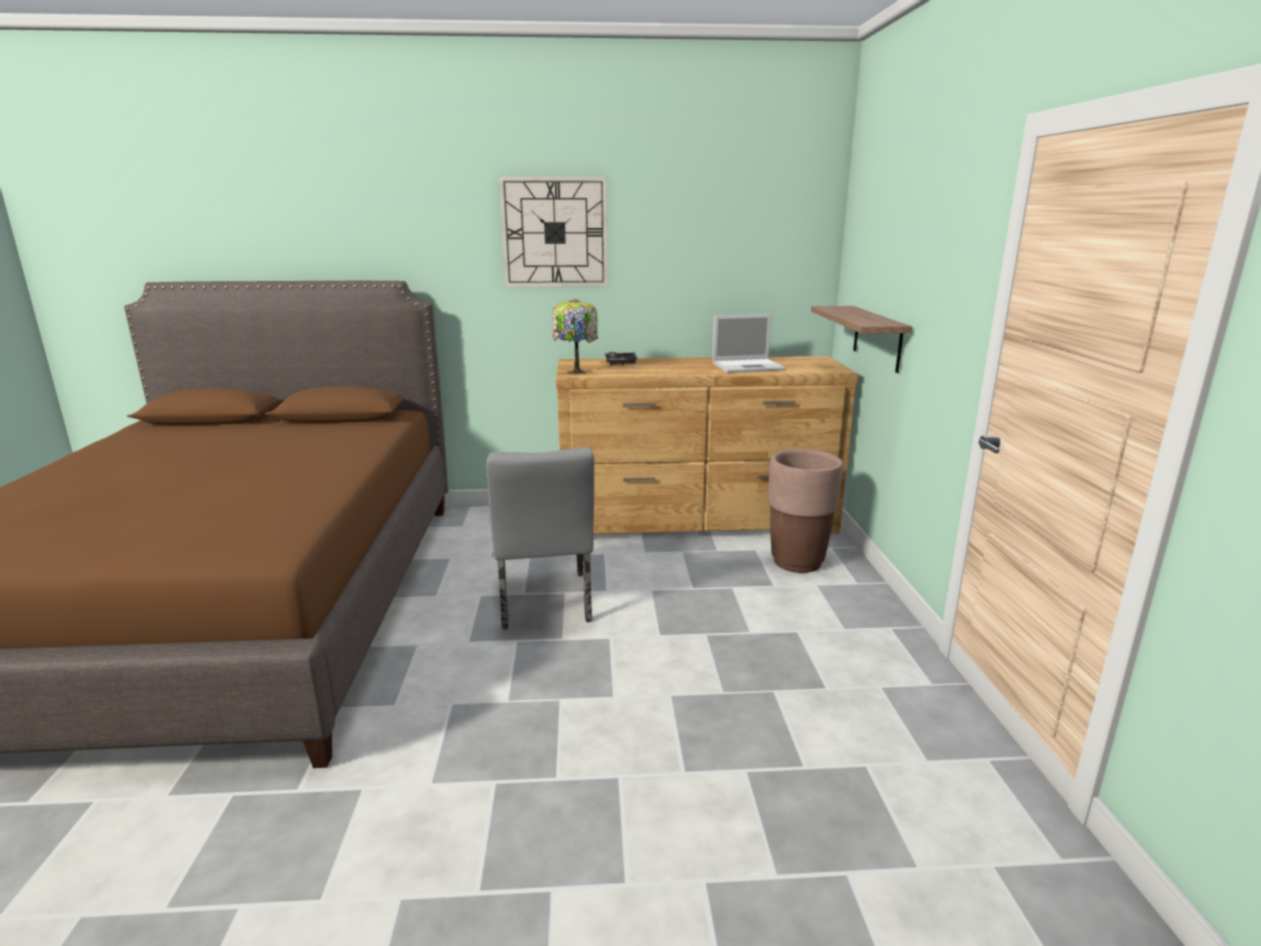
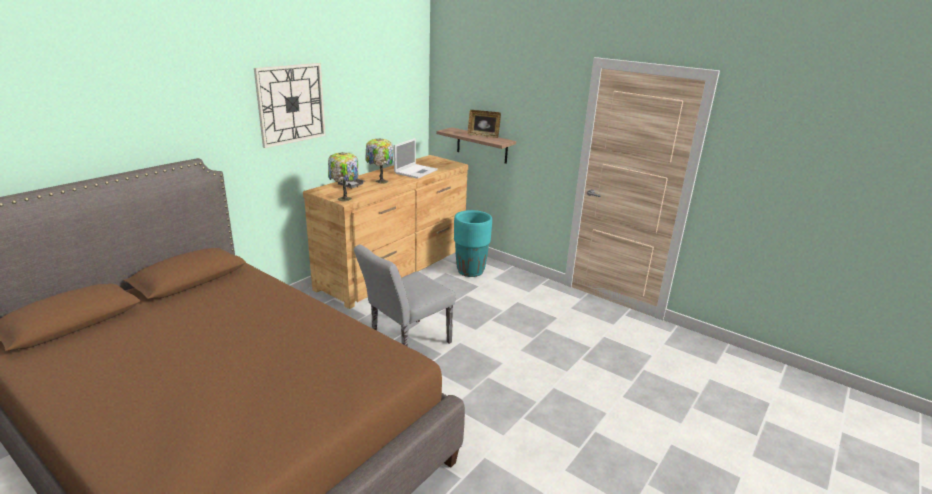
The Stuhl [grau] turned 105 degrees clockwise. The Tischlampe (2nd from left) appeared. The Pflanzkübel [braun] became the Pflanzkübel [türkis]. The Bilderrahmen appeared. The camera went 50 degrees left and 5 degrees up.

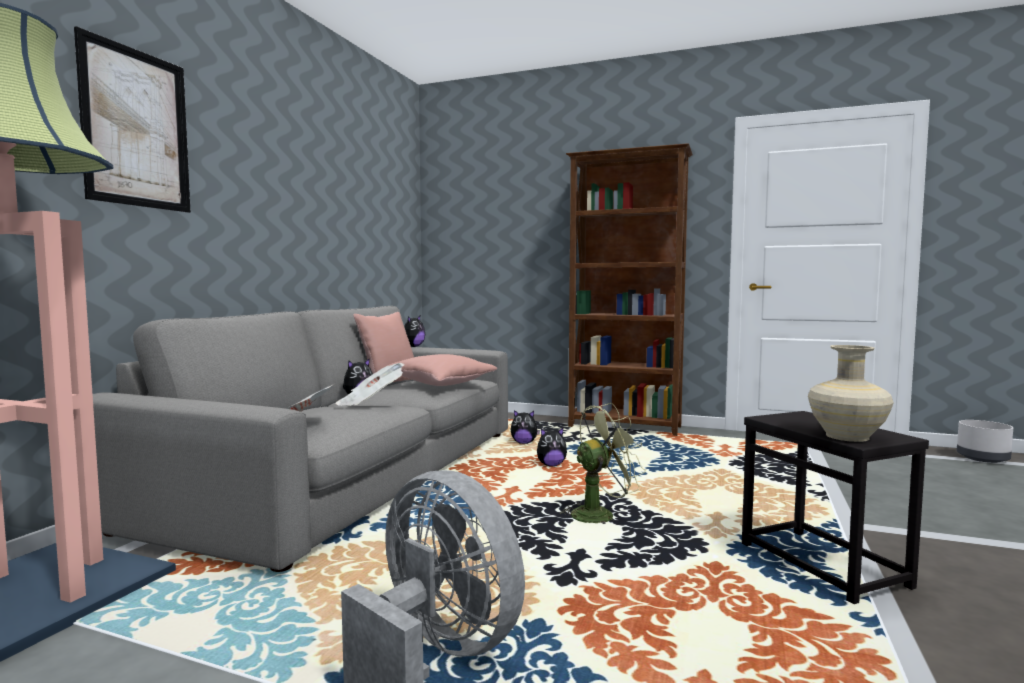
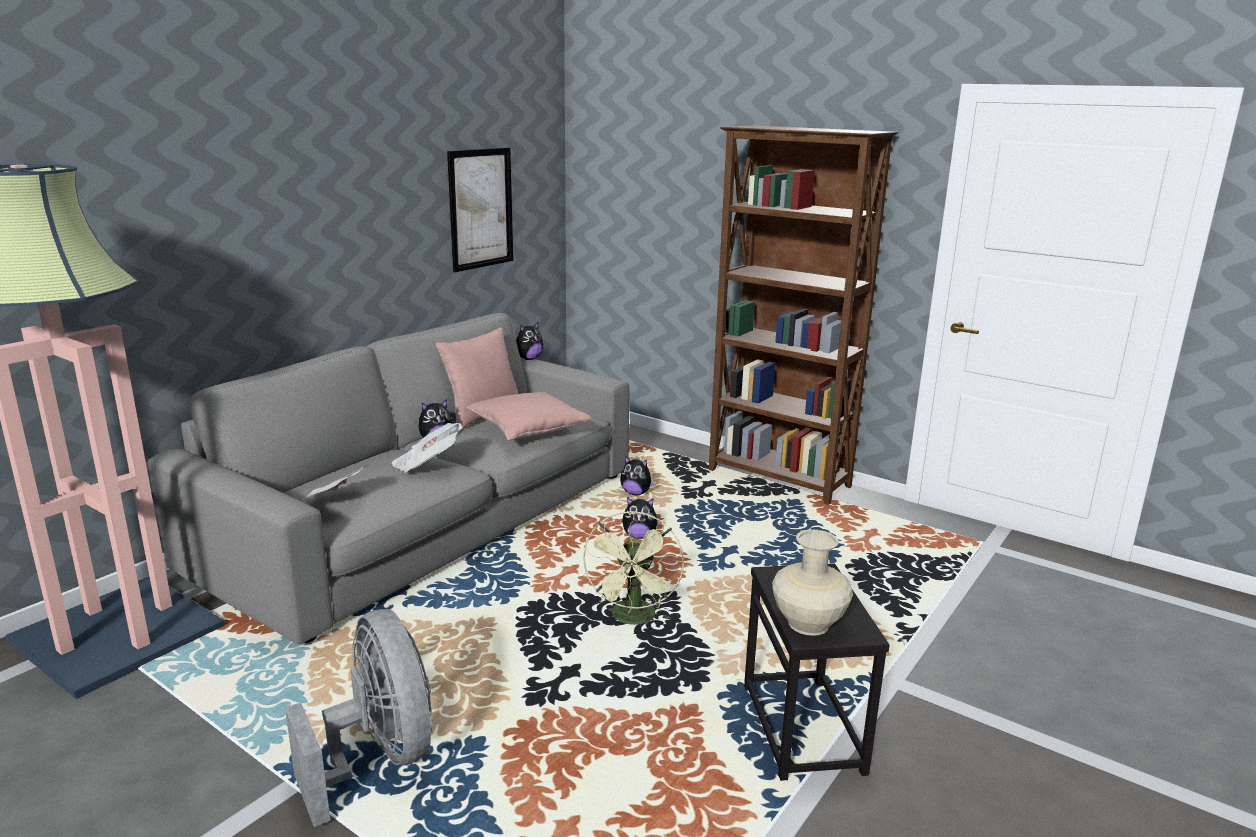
The Bild moved. The Ventilator [grün] turned 105 degrees clockwise. The Pflanzkübel [grau] disappeared. The camera went 15 degrees right and 15 degrees up.

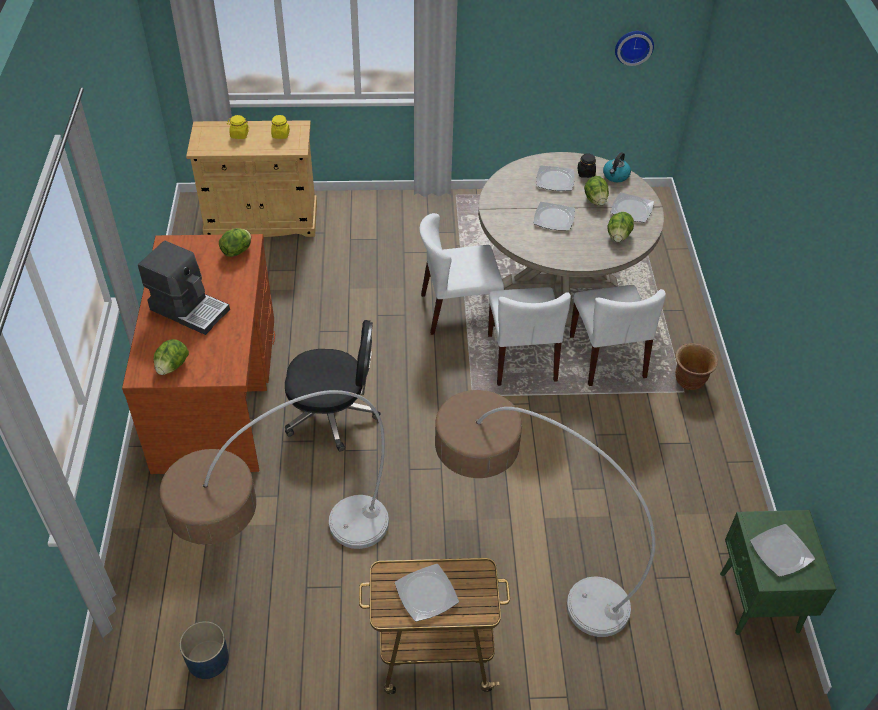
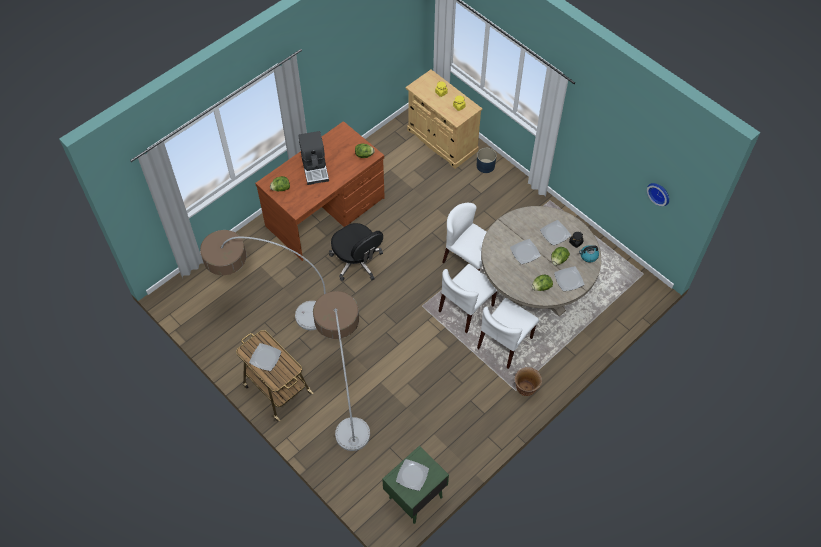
The Pflanzkübel [blau] moved. The camera went 50 degrees right and 10 degrees up.

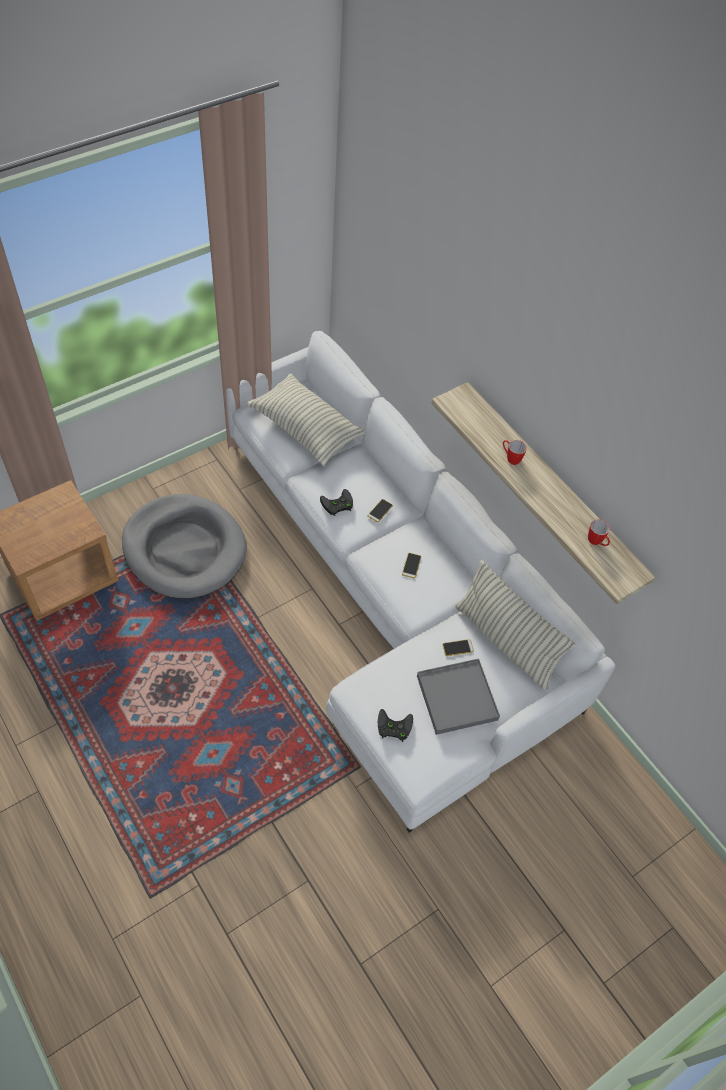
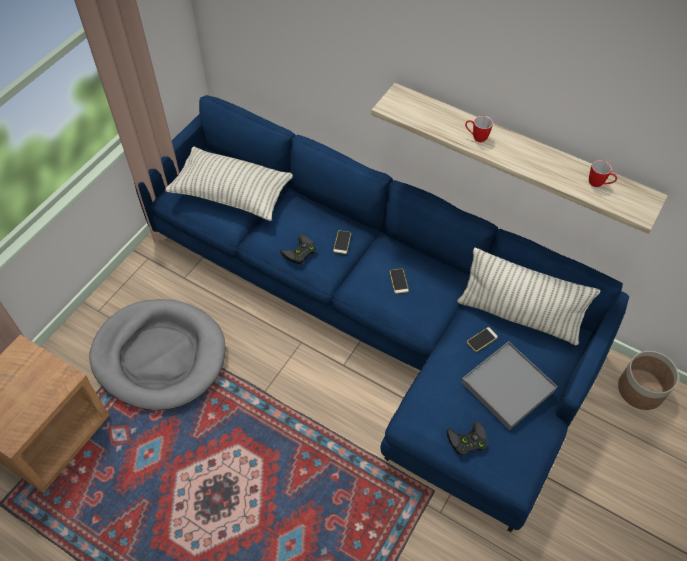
The Sofa [weiß] became the Sofa [blau]. The Pflanzkübel appeared. The camera went 20 degrees left and 0 degrees up.

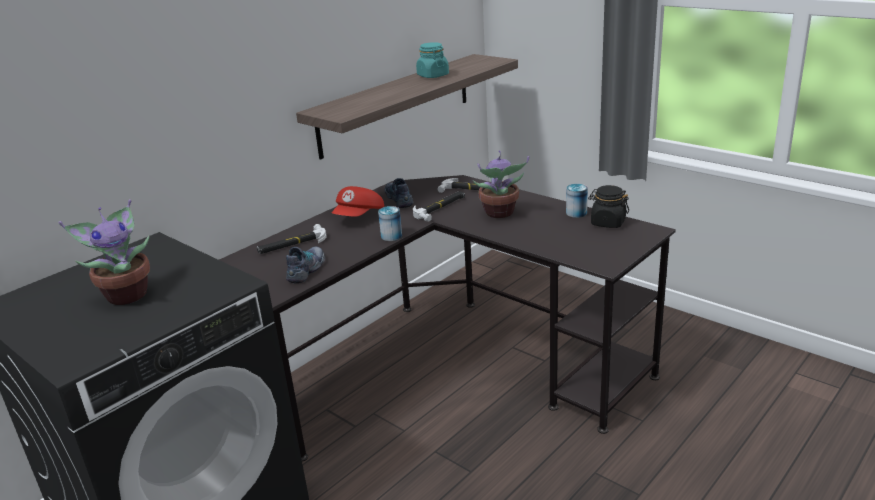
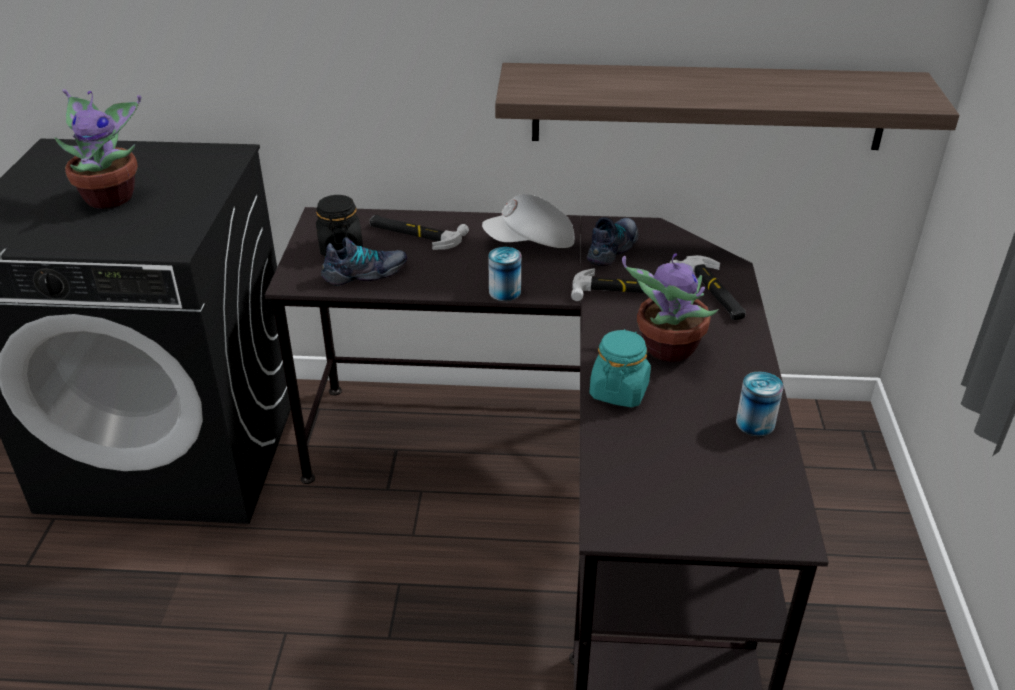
The Vorratsglas [schwarz] moved. The Kappe [rot] became the Kappe [weiß]. The Vorratsglas [türkis] moved. The camera went 50 degrees right and 10 degrees up.

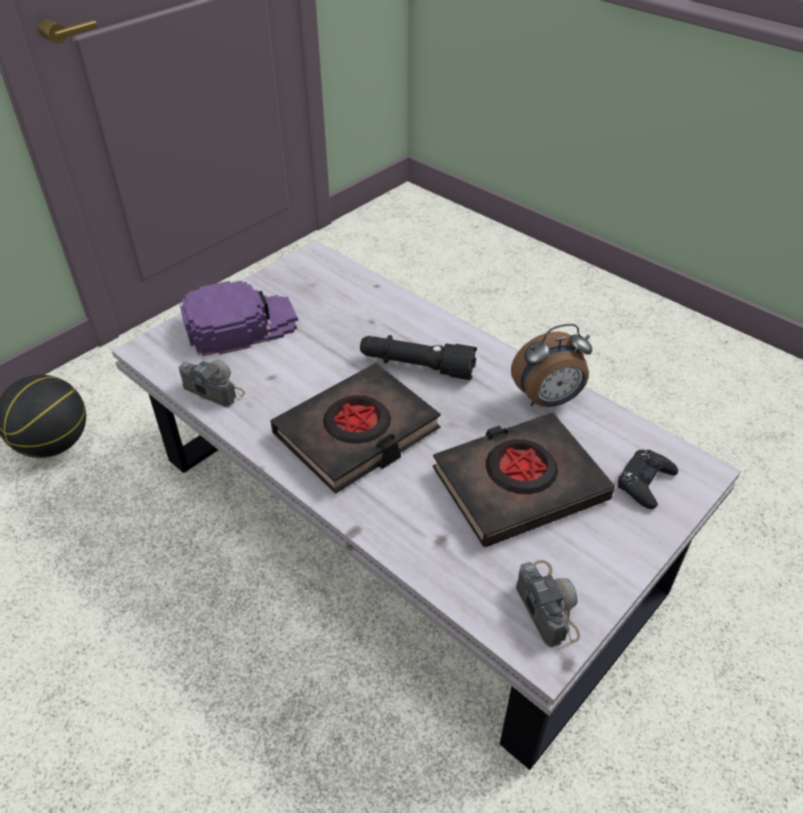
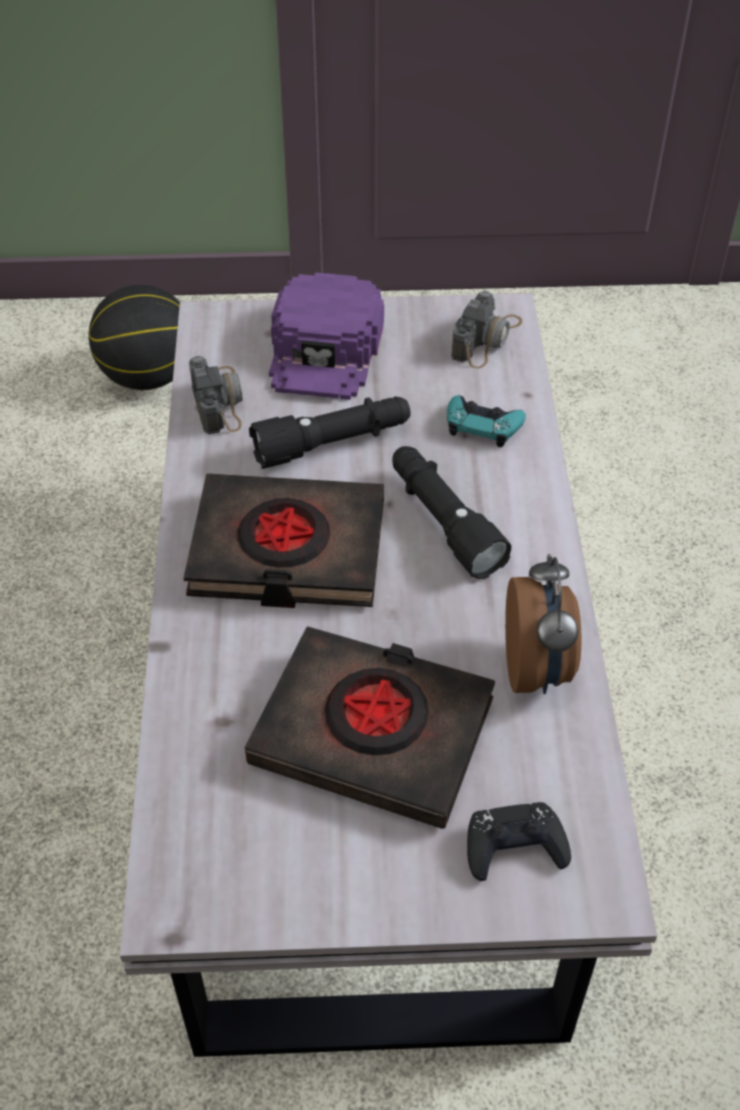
The Taschenlampe [schwarz] (1st from left) appeared. The Kappe [lila] turned 75 degrees clockwise. The Gamepad [türkis] appeared. The Kamera (2nd from left) moved. The Wecker turned 120 degrees counterclockwise. The camera went 45 degrees right and 5 degrees up.

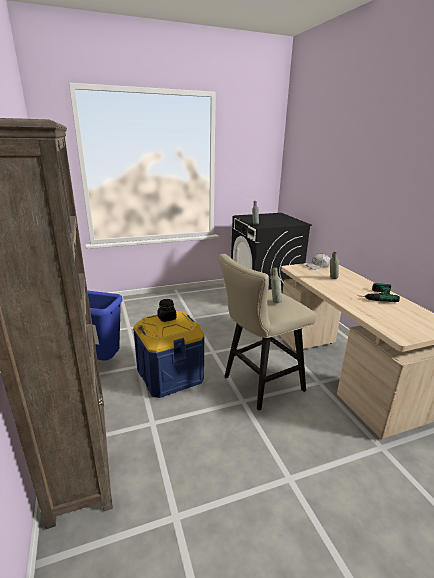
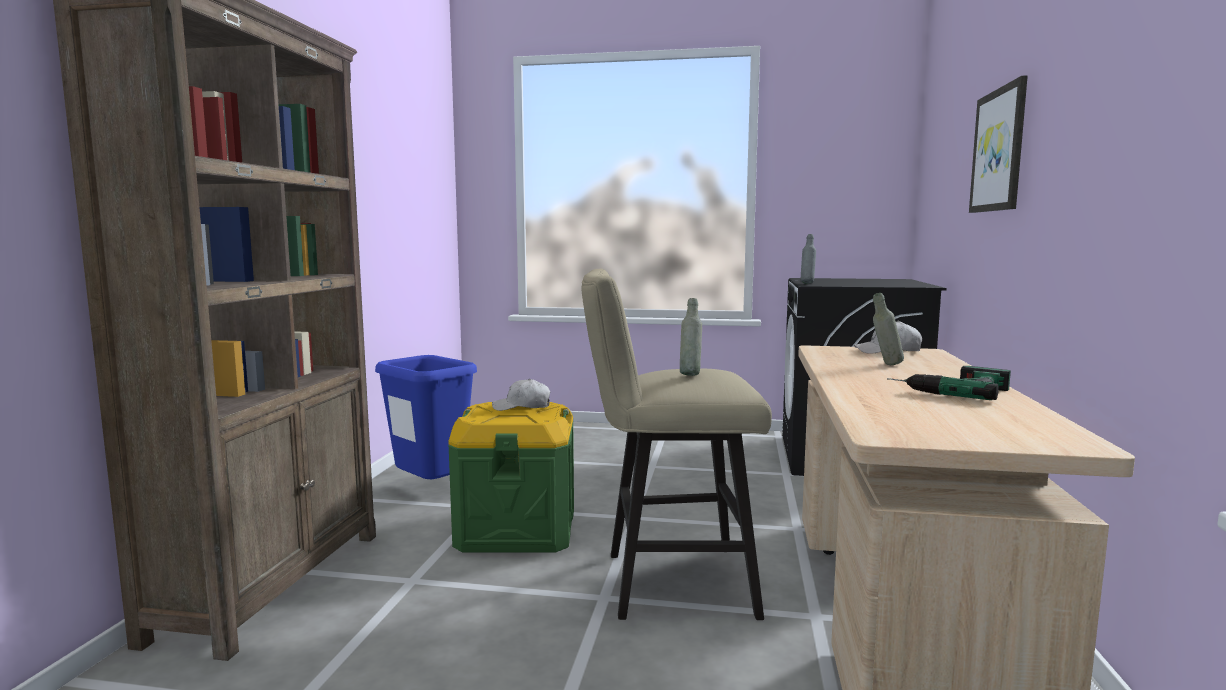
The Aufbewahrungsbox [blau] became the Aufbewahrungsbox [grün]. The Vorratsglas [schwarz] was replaced by the Kappe [weiß] (1st from left). The Bild appeared. The camera went 30 degrees right and 15 degrees down.

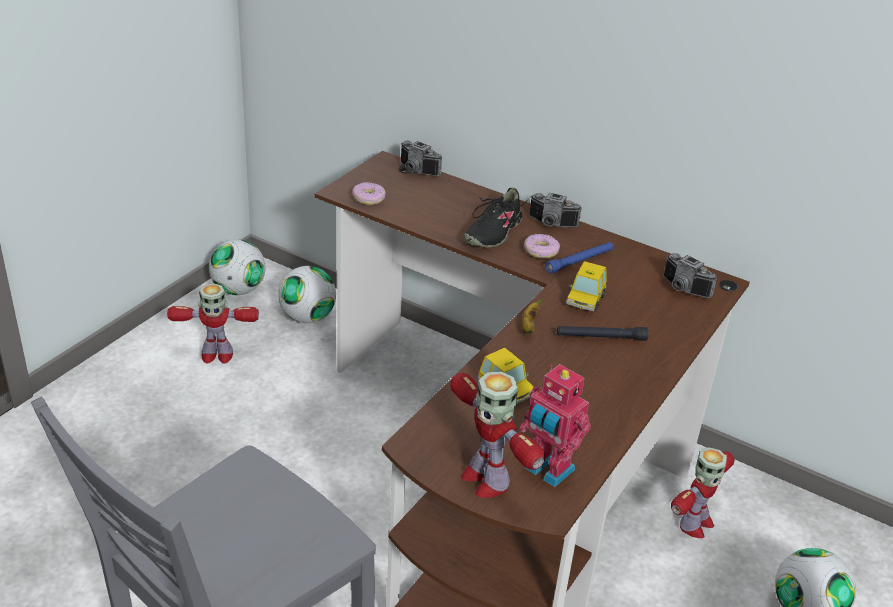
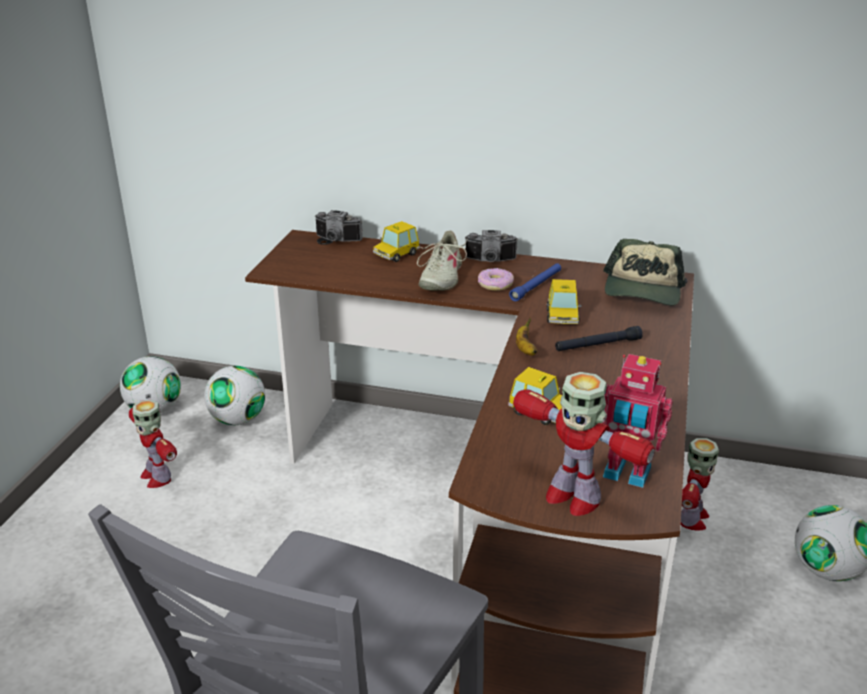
The Spielzeugroboter (1st from left) turned 75 degrees clockwise. The Spielzeugauto (1st from left) appeared. The Schuh [schwarz] became the Schuh [beige]. The Kamera (3rd from left) was replaced by the Kappe. The Donut (1st from left) disappeared. The camera went 15 degrees left and 5 degrees down.

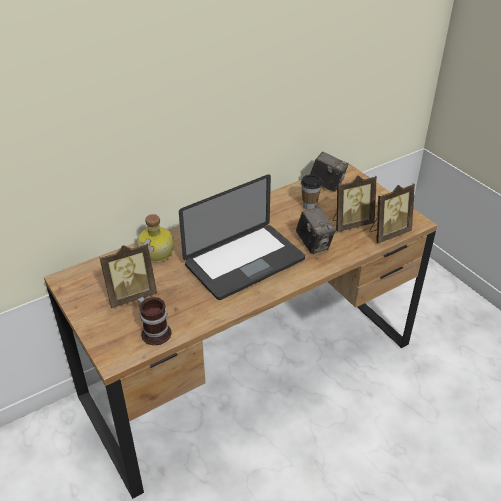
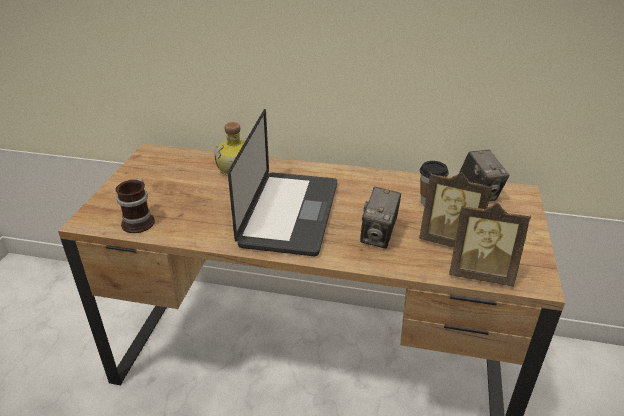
The Laptop turned 90 degrees counterclockwise. The Bilderrahmen (1st from left) disappeared. The camera went 45 degrees right and 5 degrees down.

